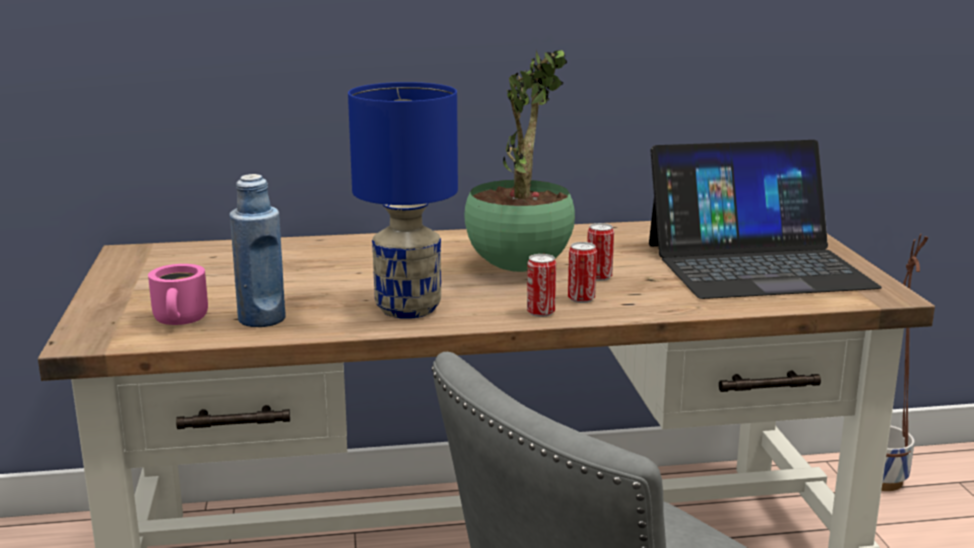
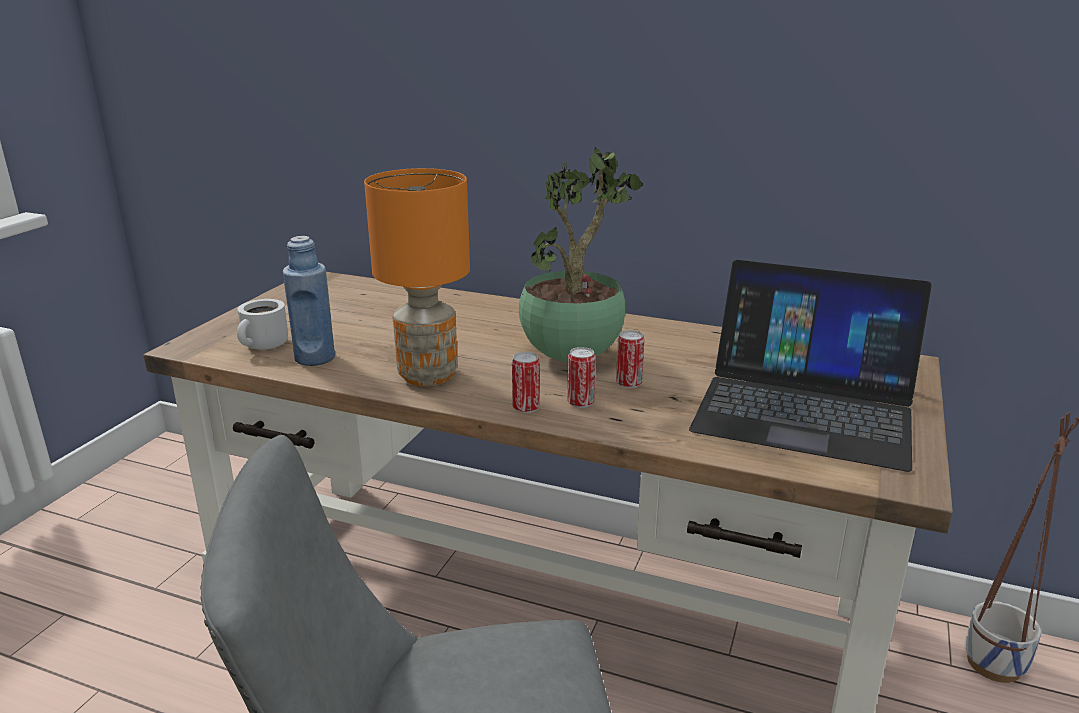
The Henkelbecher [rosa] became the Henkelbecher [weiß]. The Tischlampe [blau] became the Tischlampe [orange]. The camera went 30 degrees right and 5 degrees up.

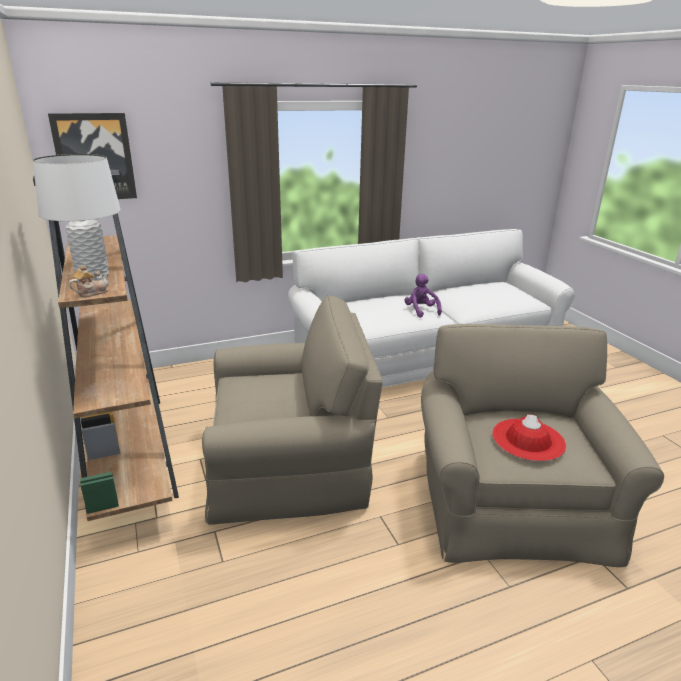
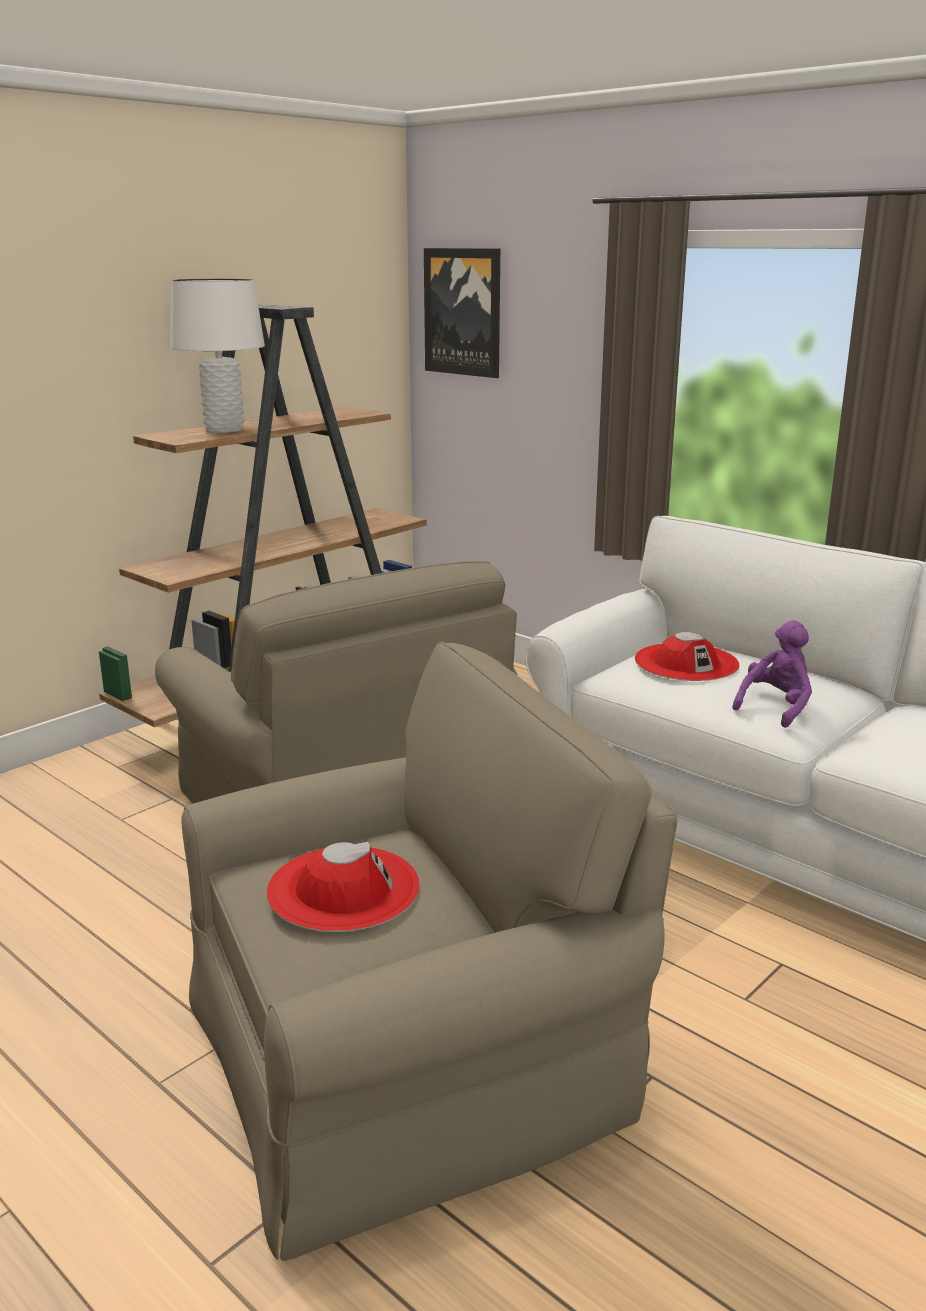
The Hut [rot] (2nd from left) appeared. The Teekanne disappeared. The camera went 65 degrees right and 5 degrees down.

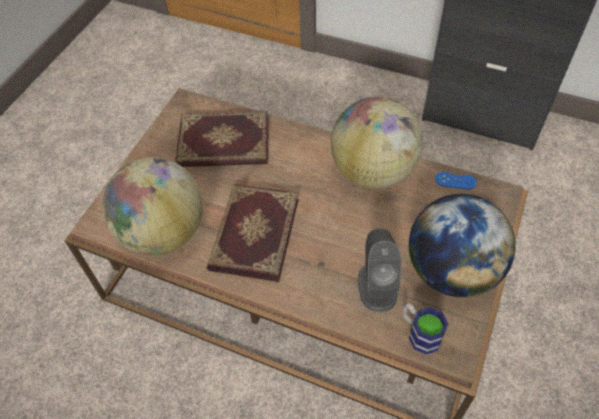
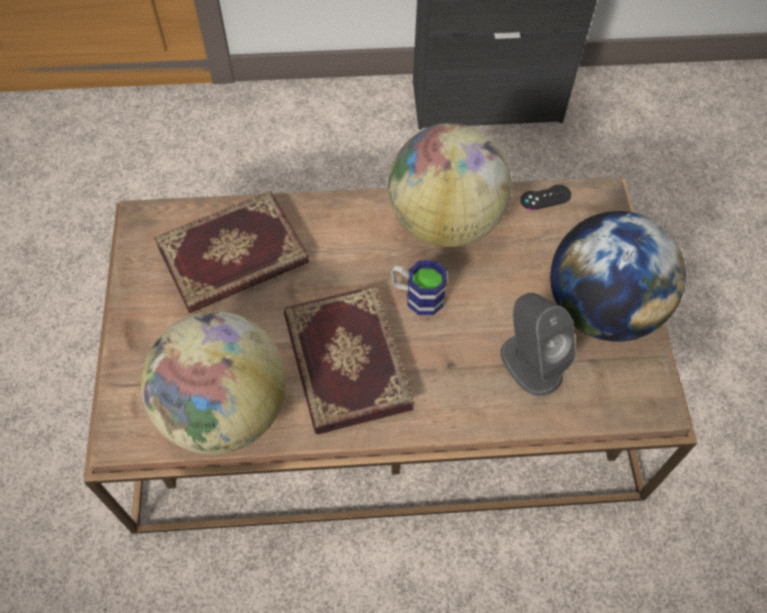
The Henkelbecher moved. The Gamepad [blau] became the Gamepad [schwarz]. The camera went 30 degrees left and 5 degrees up.

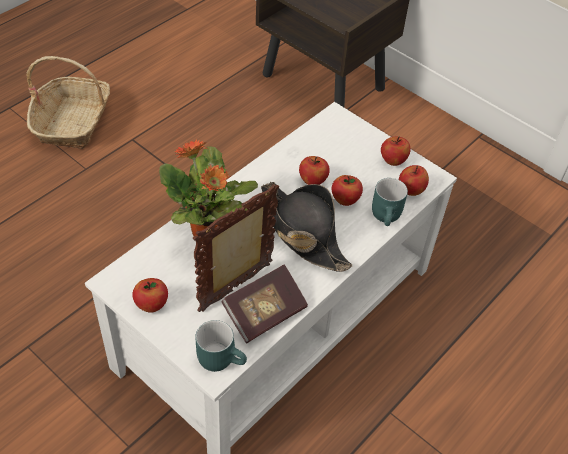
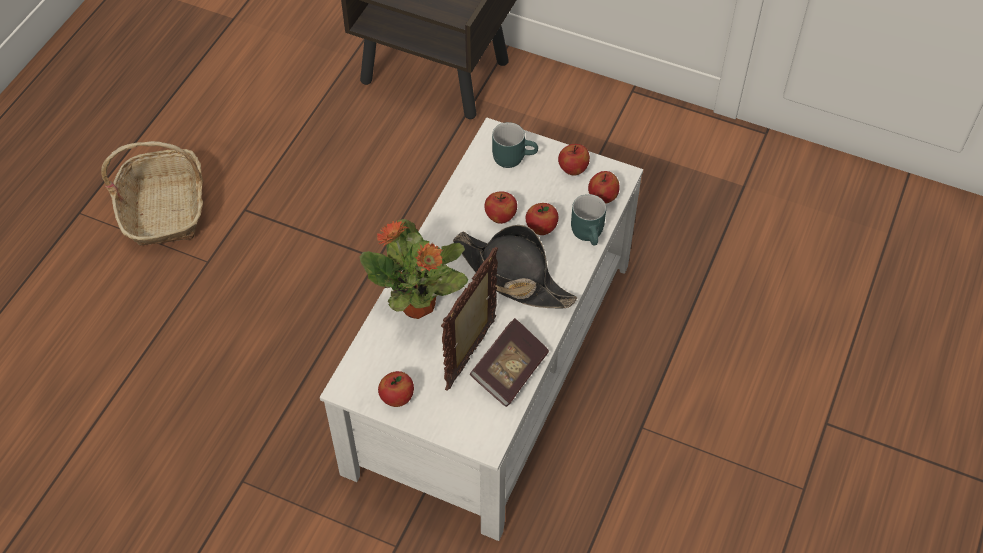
The Henkelbecher [türkis] (1st from left) moved. The camera went 15 degrees left and 5 degrees up.

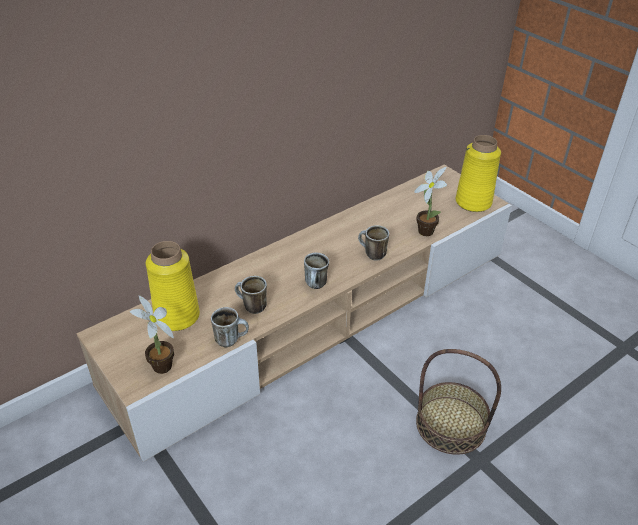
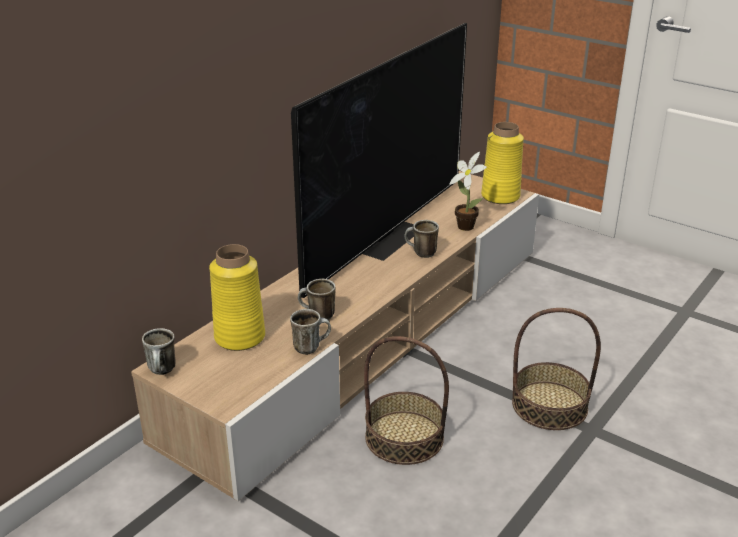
The Henkelbecher (3rd from left in the first image) moved. The Fernseher appeared. The Korb (1st from left) appeared. The Topfpflanze (1st from left) disappeared. The camera went 15 degrees left and 10 degrees down.

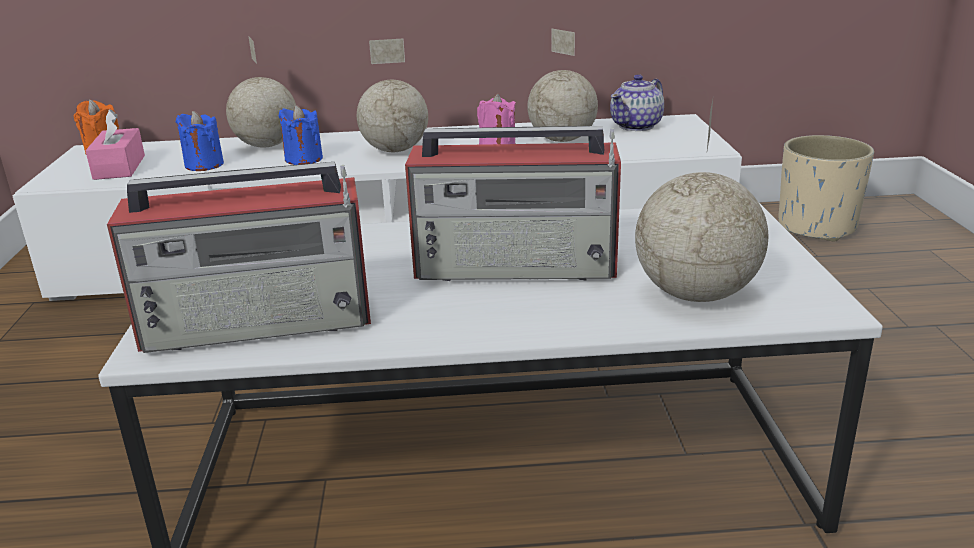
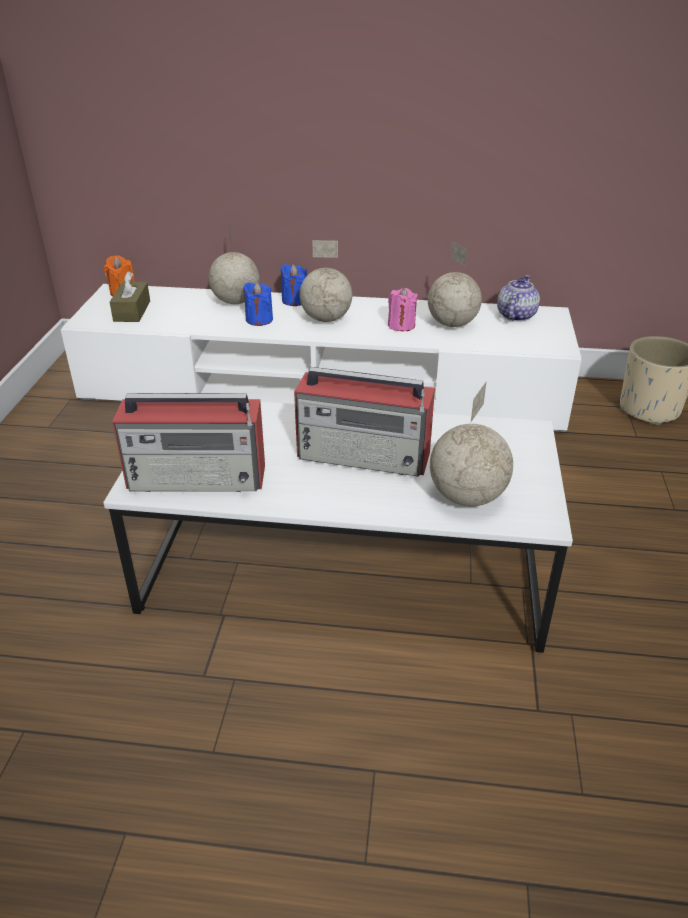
The Taschentuchbox [rosa] became the Taschentuchbox [braun]. The Kerze [blau] (1st from left in the first image) moved. The Teekanne turned 150 degrees clockwise. The camera went 10 degrees right and 10 degrees up.

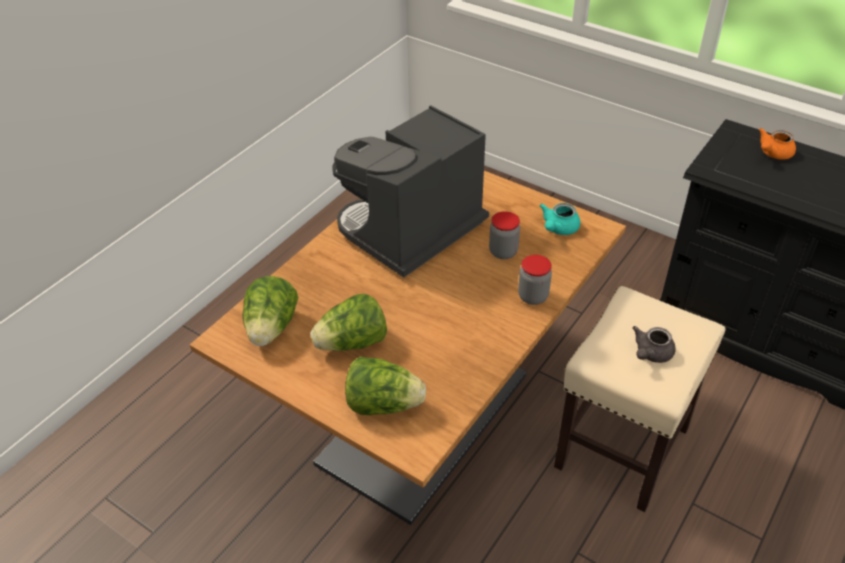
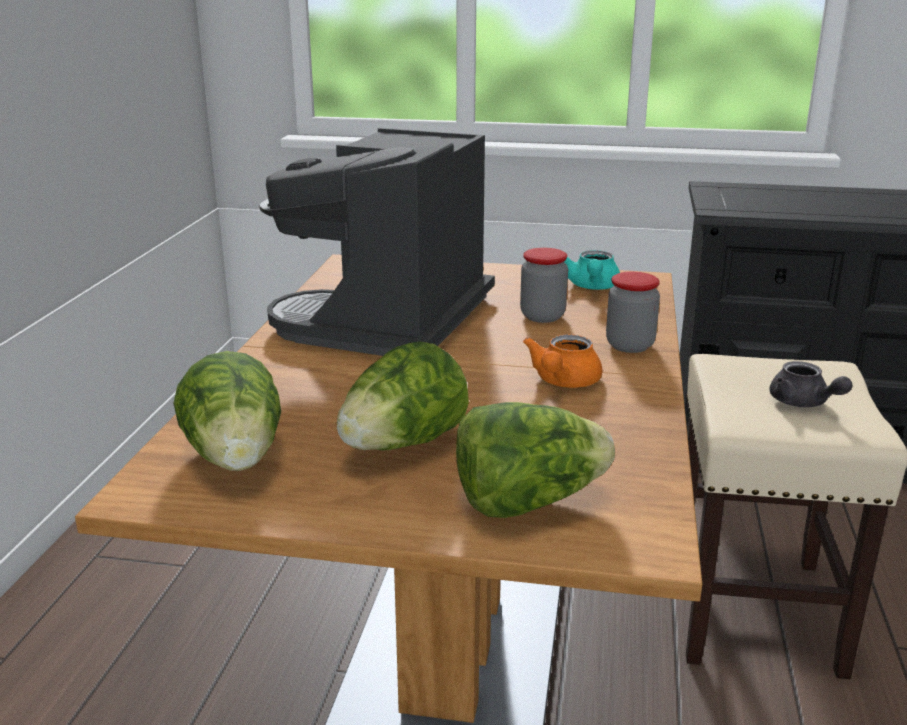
The Teekanne [orange] moved. The Teekanne [grau] turned 45 degrees counterclockwise. The camera went 25 degrees left and 20 degrees down.

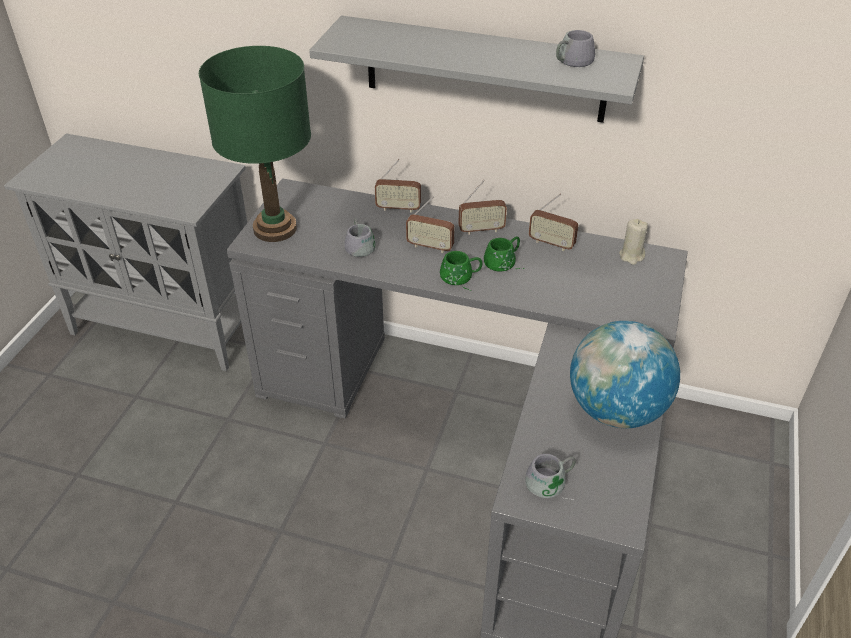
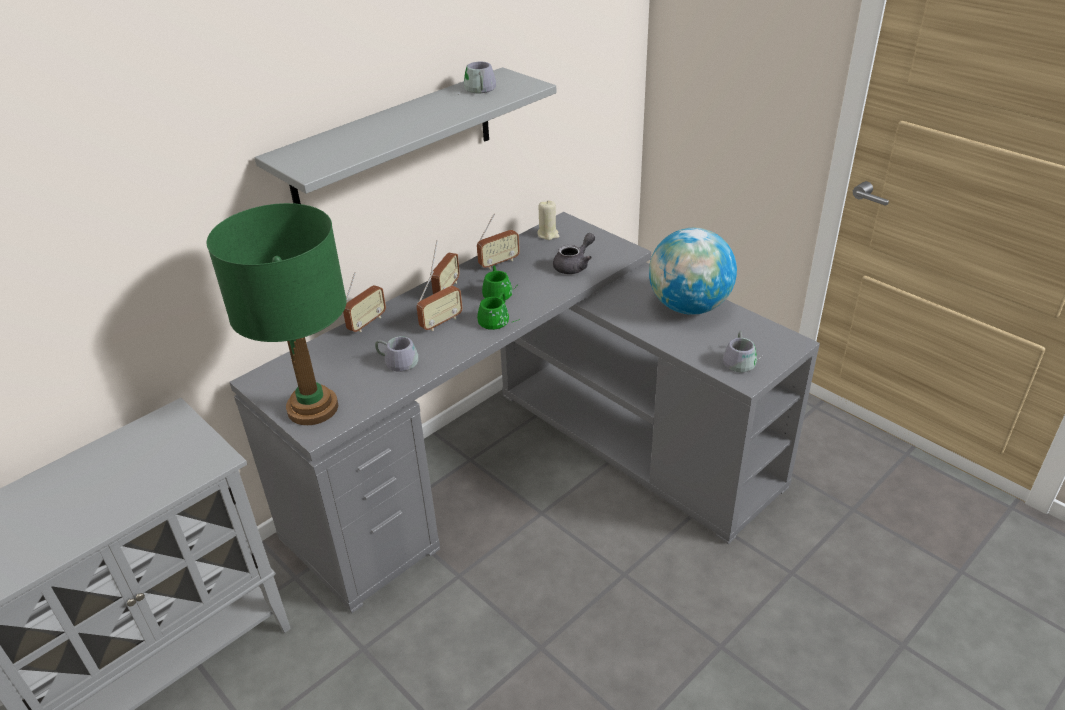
The Teekanne [grau] appeared. The camera went 60 degrees left and 5 degrees down.

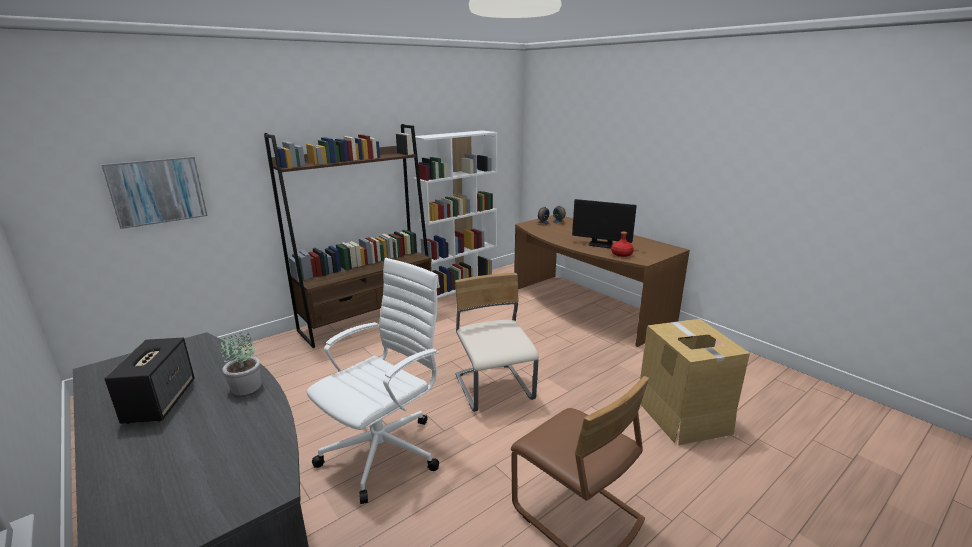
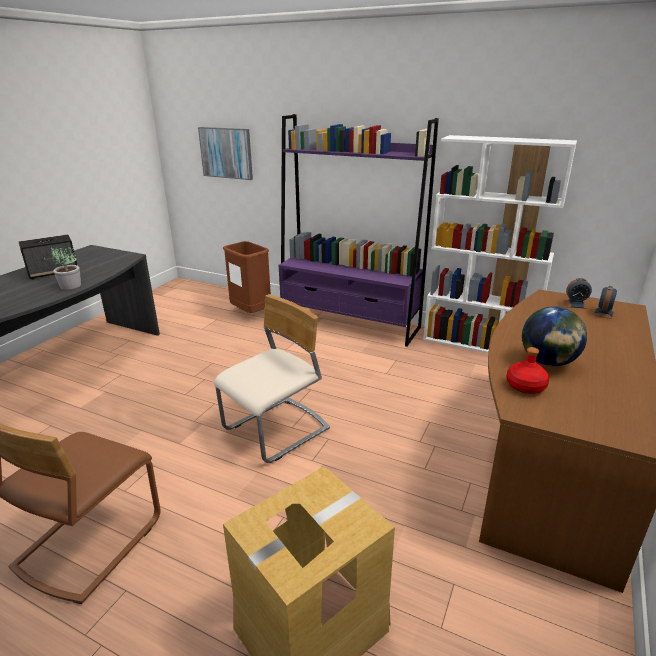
The Mülleimer [braun] appeared. The Bücherregal [braun] became the Bücherregal [lila]. The Monitor was replaced by the Globus. The Bürostuhl [weiß] disappeared. The camera went 65 degrees right and 5 degrees up.

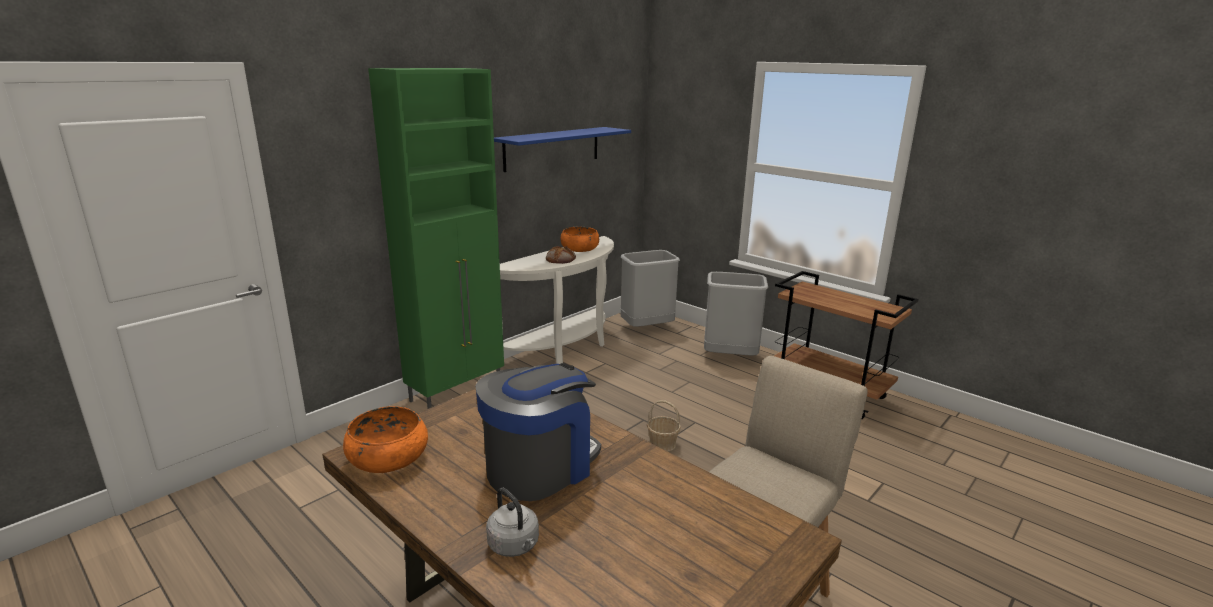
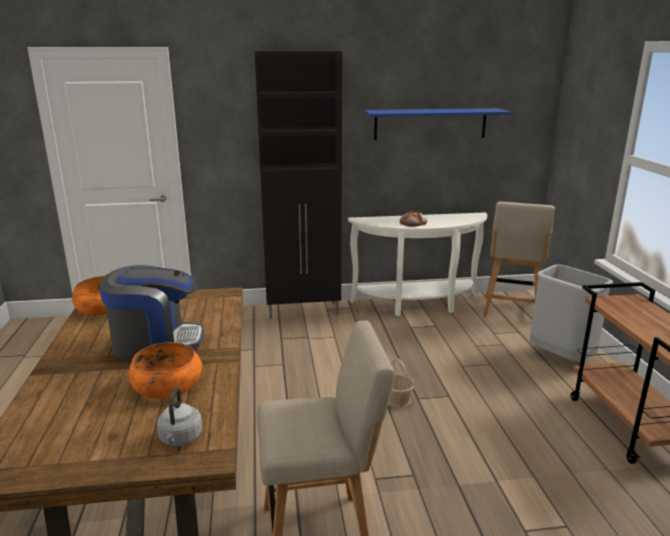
The Schüssel [orange] (2nd from left) moved. The Wasserkessel [grau] moved. The Schrank [grün] became the Schrank [schwarz]. The Mülleimer [grau] (1st from left) was replaced by the Stuhl [beige] (2nd from left). The camera went 40 degrees right and 0 degrees up.

